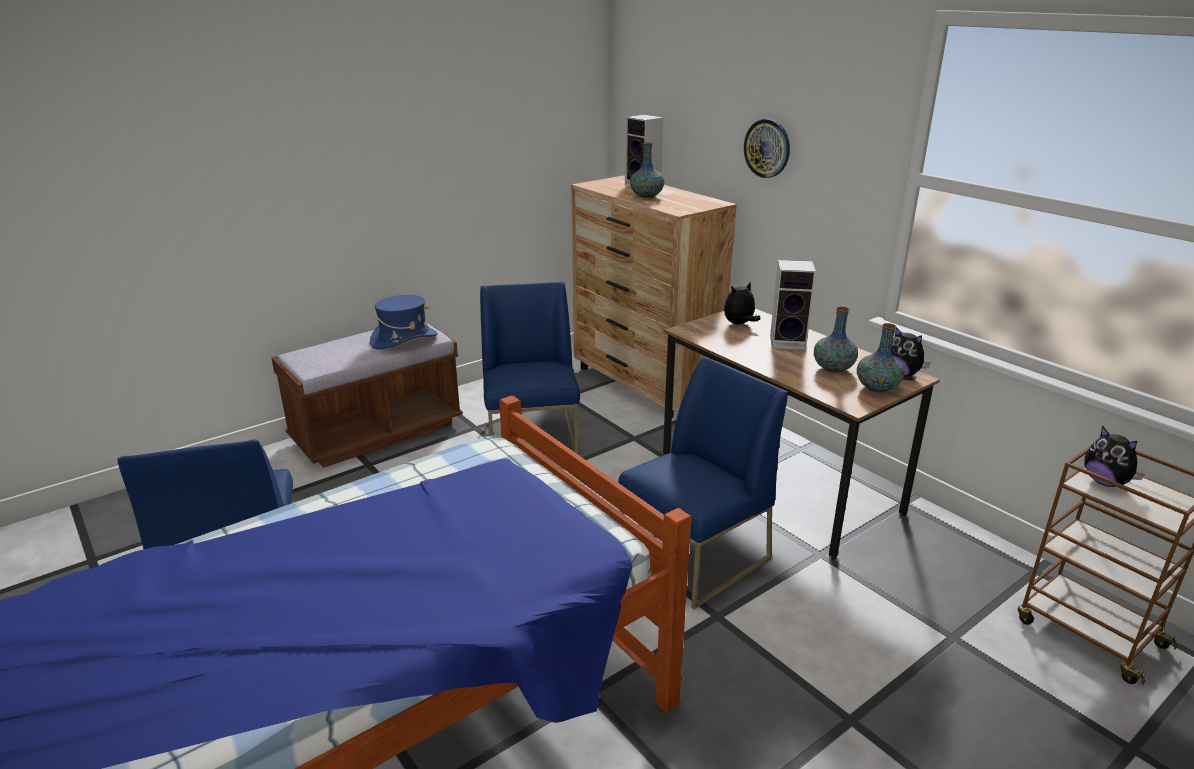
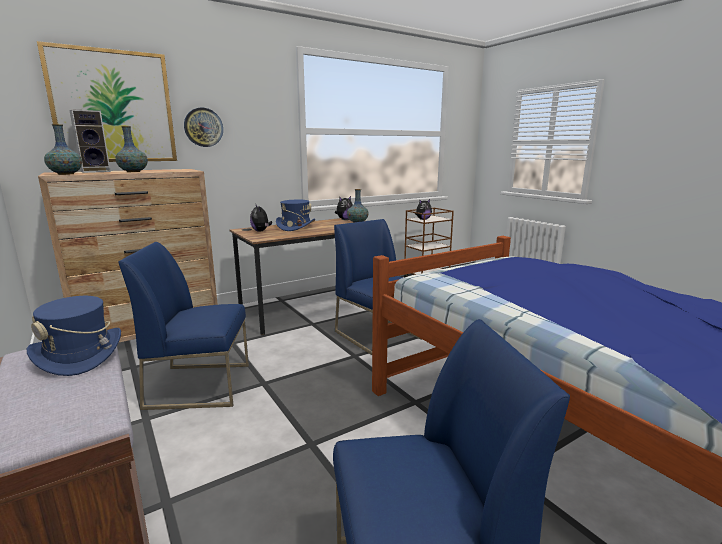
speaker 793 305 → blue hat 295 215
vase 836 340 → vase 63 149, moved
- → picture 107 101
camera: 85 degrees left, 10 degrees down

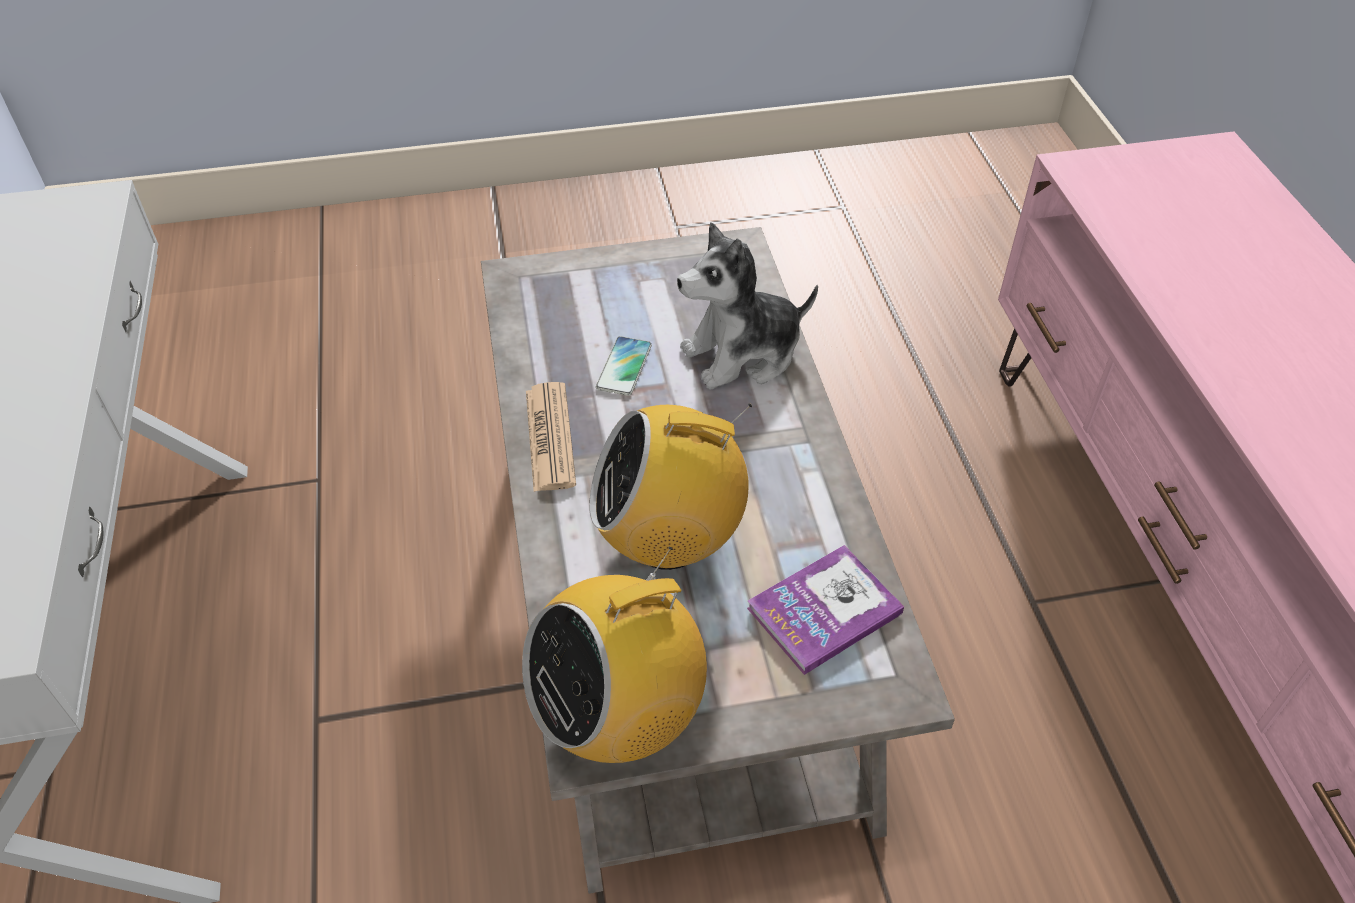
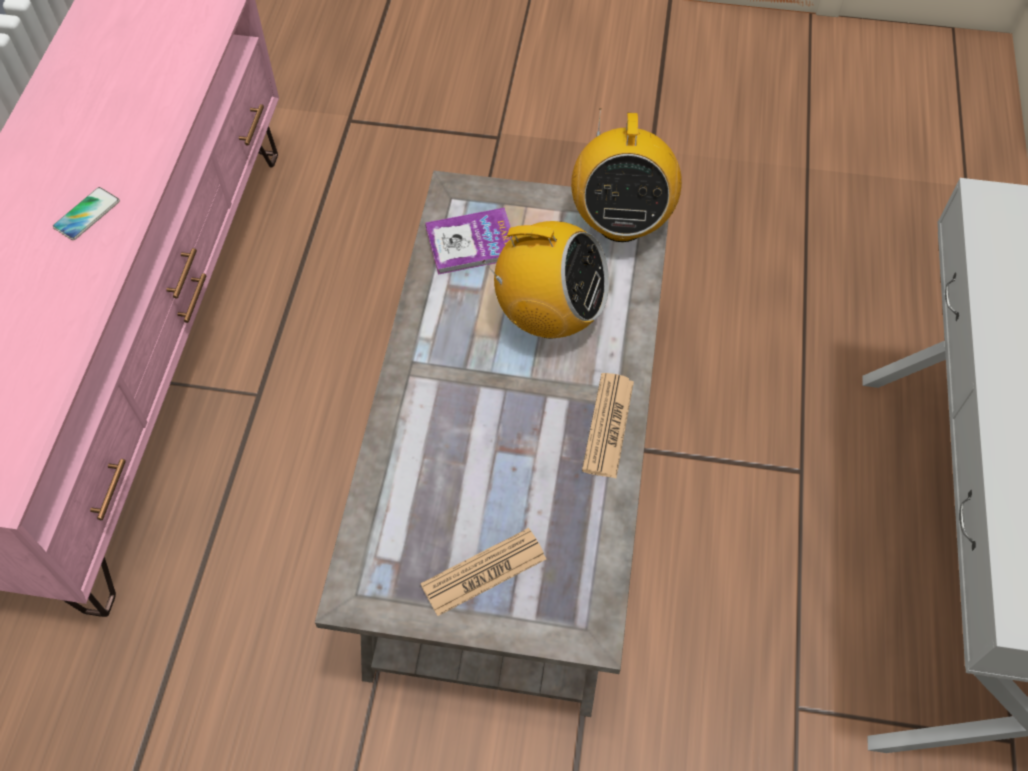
radio 614 655 → radio 626 175, 105 degrees clockwise
phone 624 366 → phone 86 213, moved
plush toy 747 306 → -
- → newspaper 483 572
camera: 160 degrees left, 10 degrees up

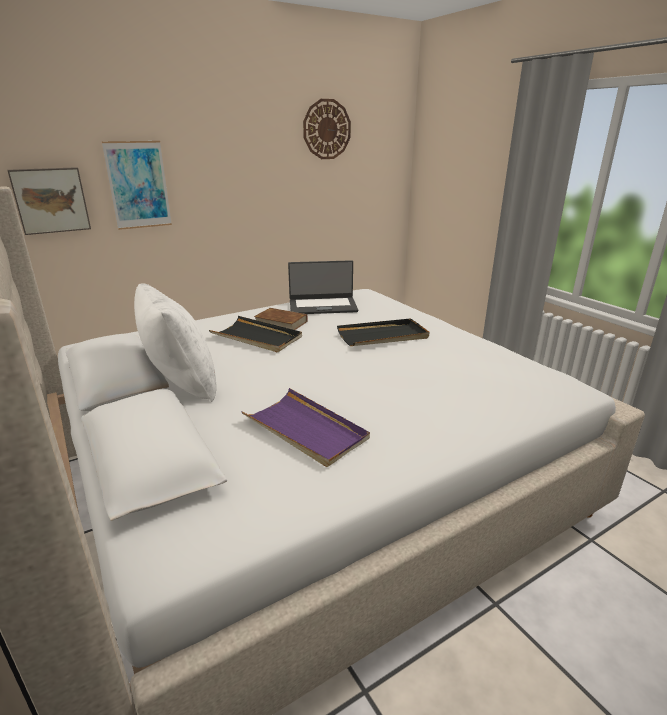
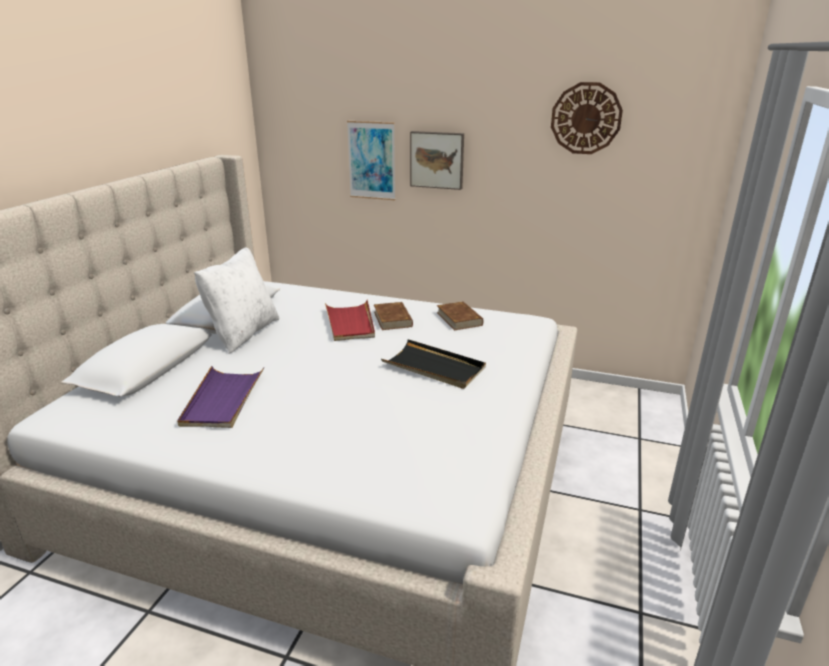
picture 49 201 → picture 437 160, moved
black tray 255 334 → red tray 350 320
laptop 323 287 → brown book 460 315
camera: 50 degrees right, 0 degrees up

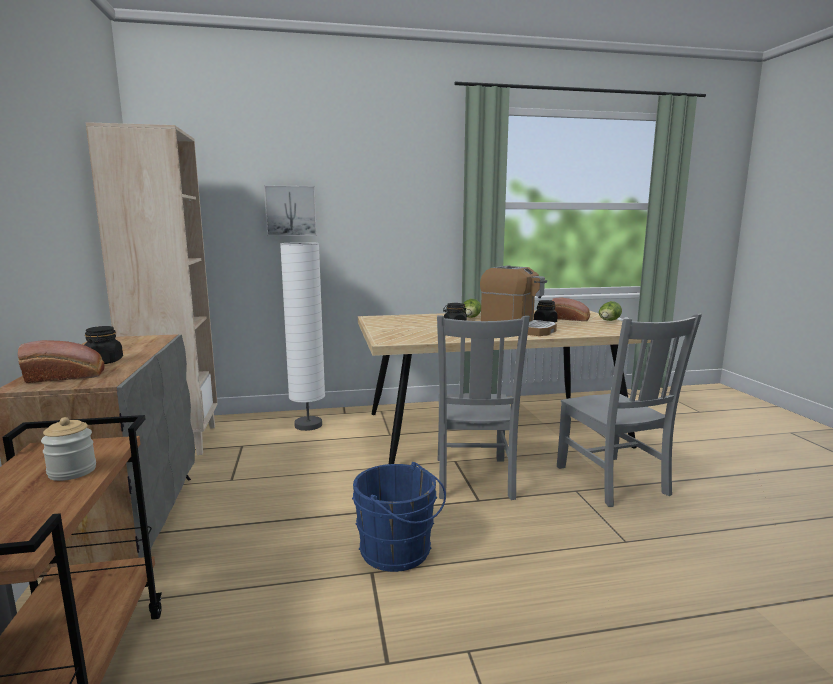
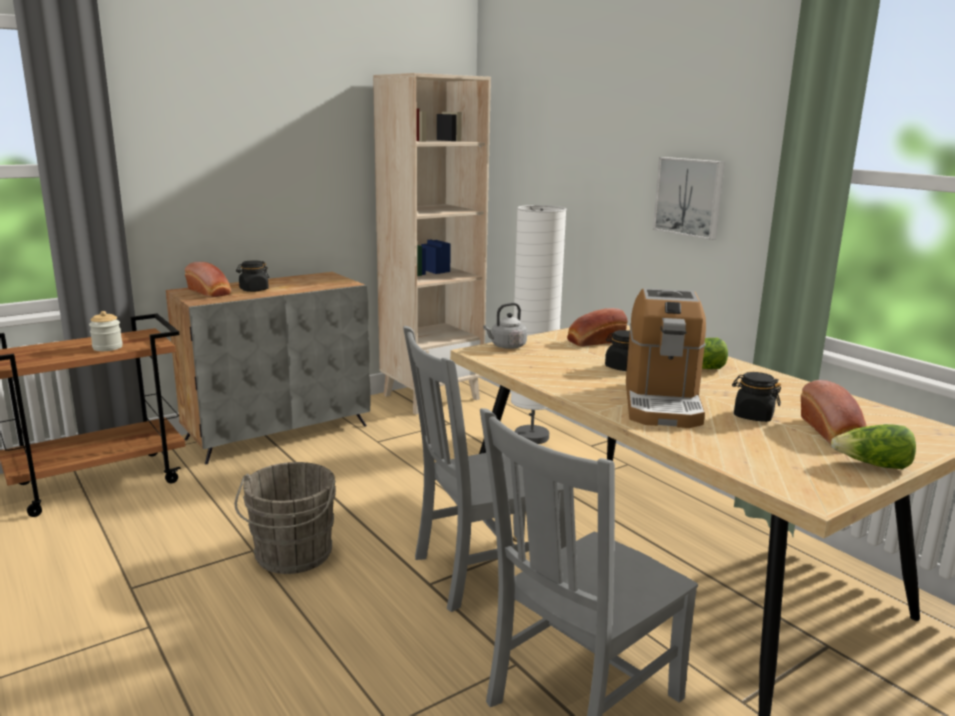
picture 290 210 → picture 689 198, moved
blue bucket 399 517 → grey bucket 285 518
- → grey kettle 505 326
- → bread 597 327
camera: 65 degrees right, 5 degrees up

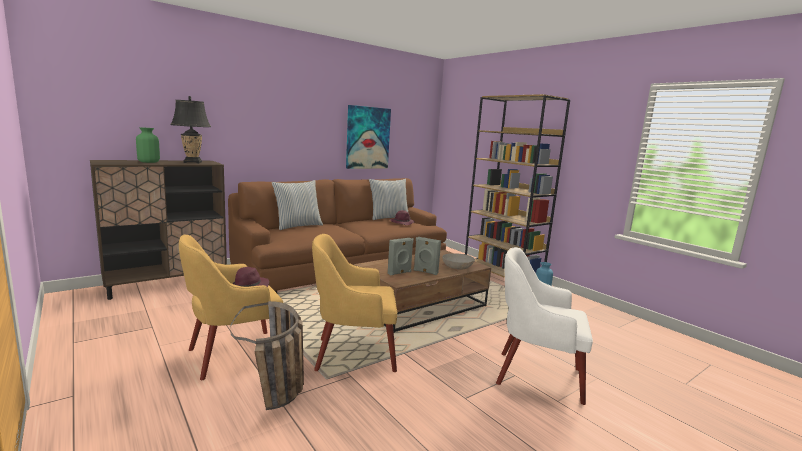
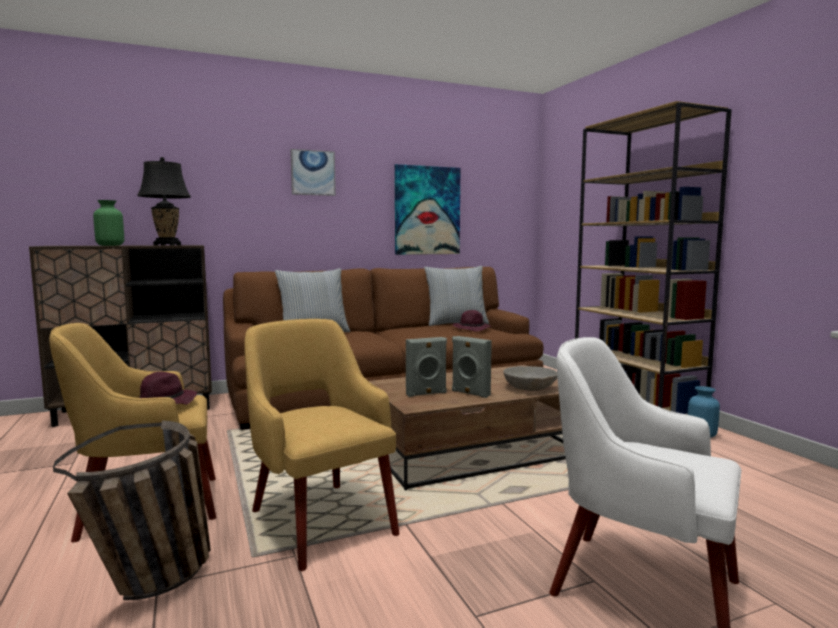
yellow armchair 354 303 → yellow armchair 322 445, 45 degrees clockwise
- → picture 313 172
camera: 15 degrees right, 5 degrees down

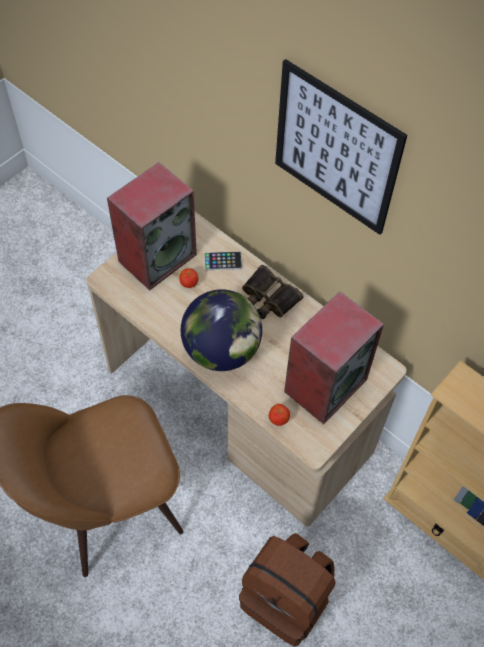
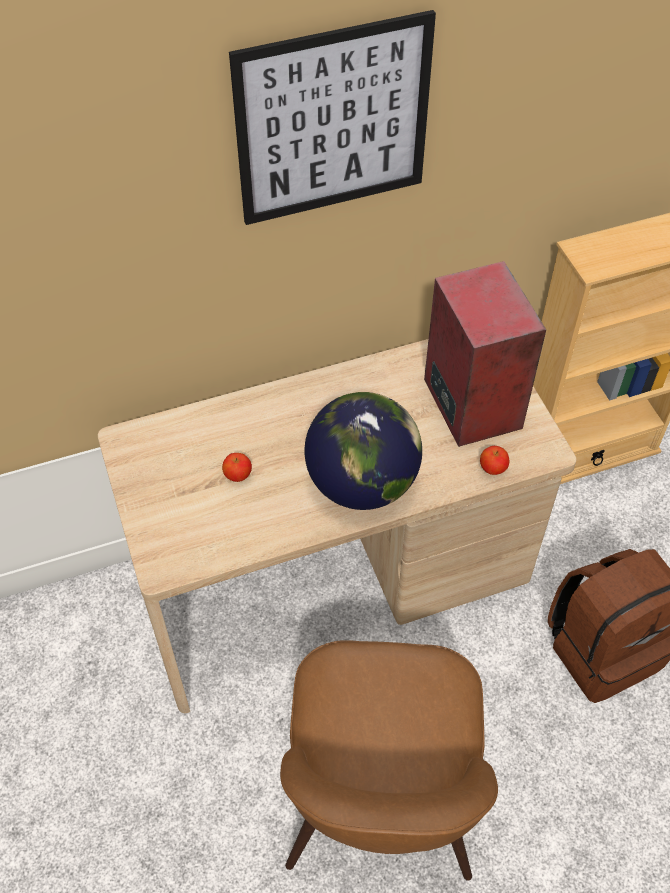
speaker 152 226 → -
phone 223 260 → -
binoculars 273 292 → -
camera: 60 degrees left, 5 degrees down

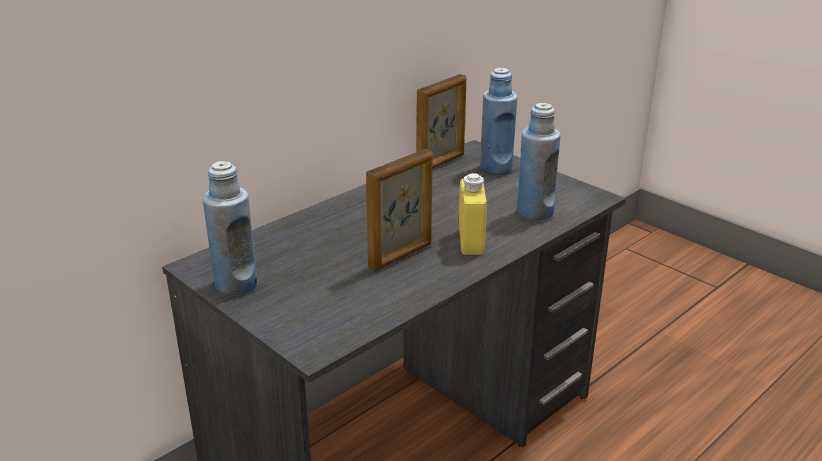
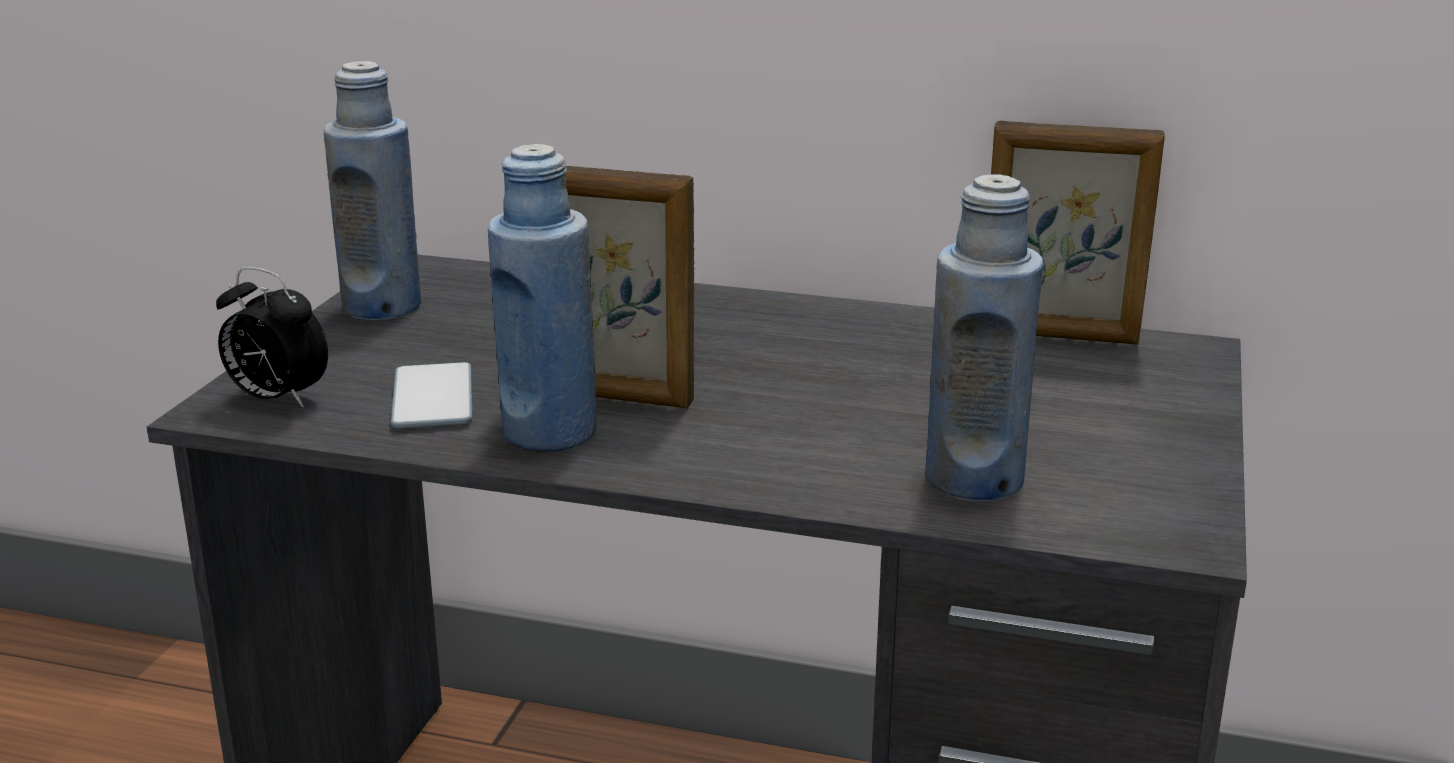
yellow bottle 473 214 → -
blue bottle 498 121 → blue bottle 542 298, moved
- → alarm clock 272 337
- → phone 431 395
camera: 60 degrees right, 5 degrees down

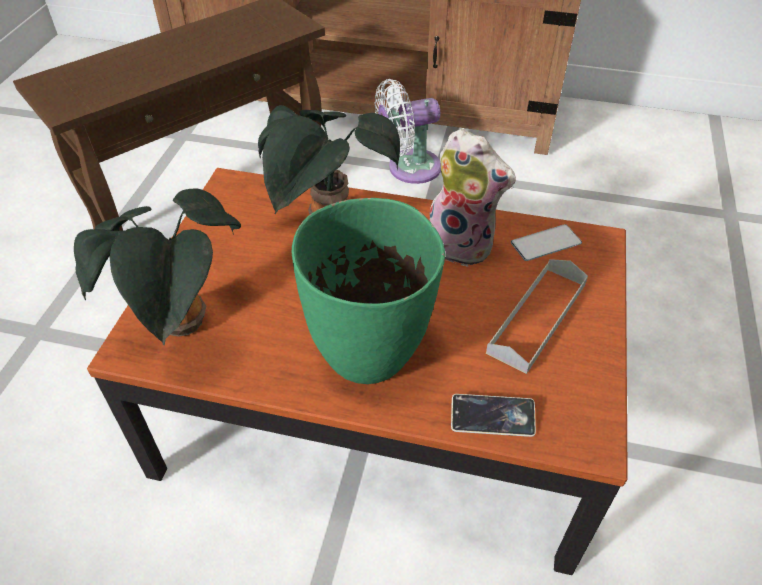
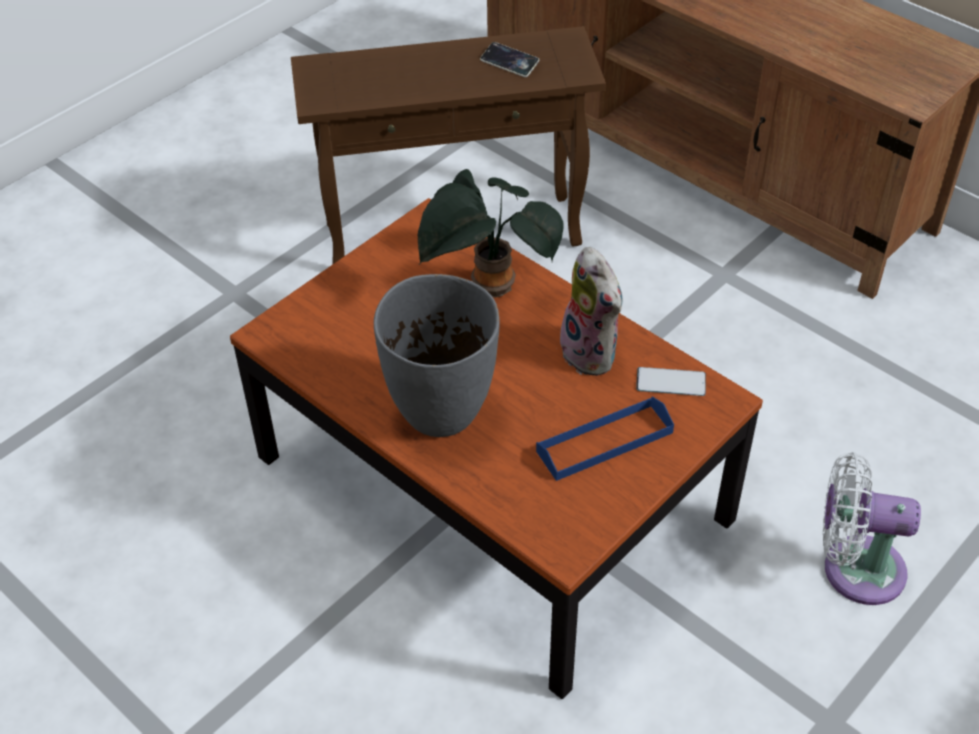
potted plant 157 266 → -
green vase 368 291 → grey vase 437 355
white fan 408 131 → white fan 872 528, moved
phone 493 415 → phone 510 59, moved
grey tray 537 316 → blue tray 605 438
camera: 30 degrees right, 0 degrees up

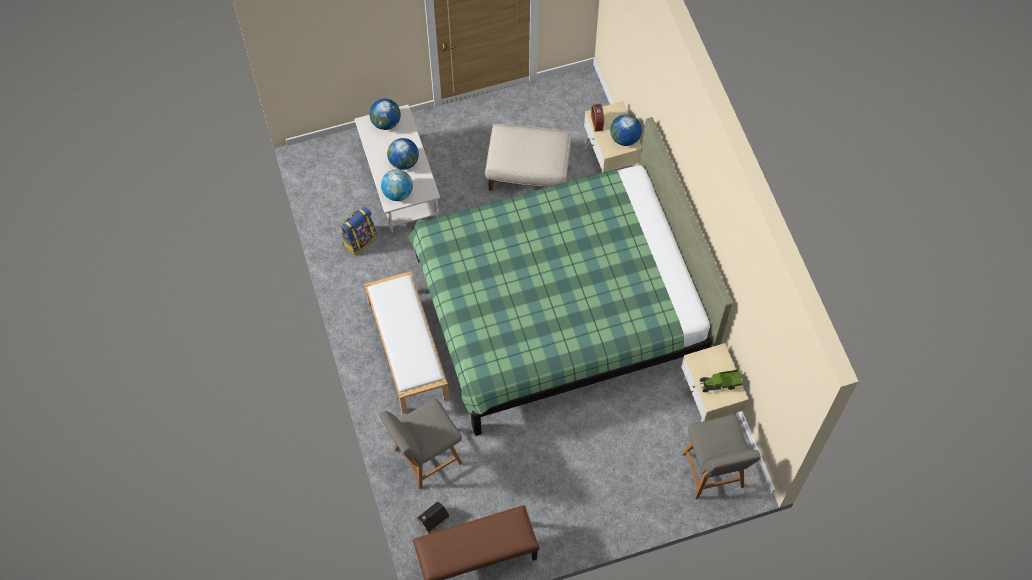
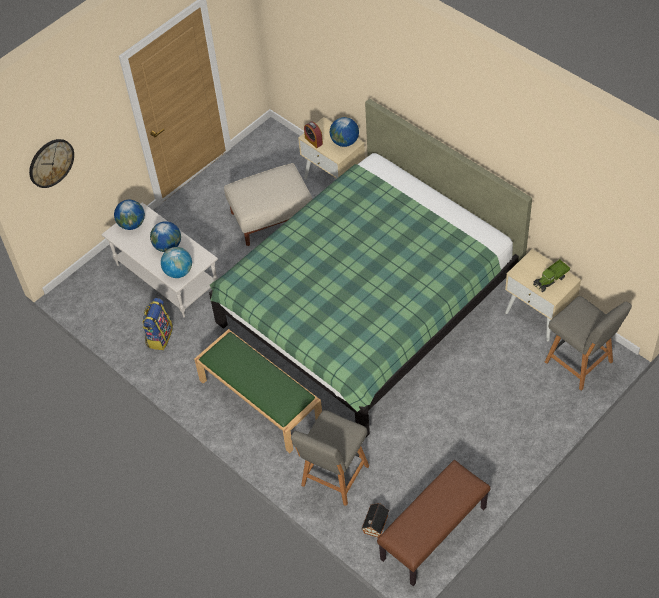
white bench 407 342 → green bench 258 391
- → wall clock 51 163
camera: 25 degrees left, 10 degrees down

